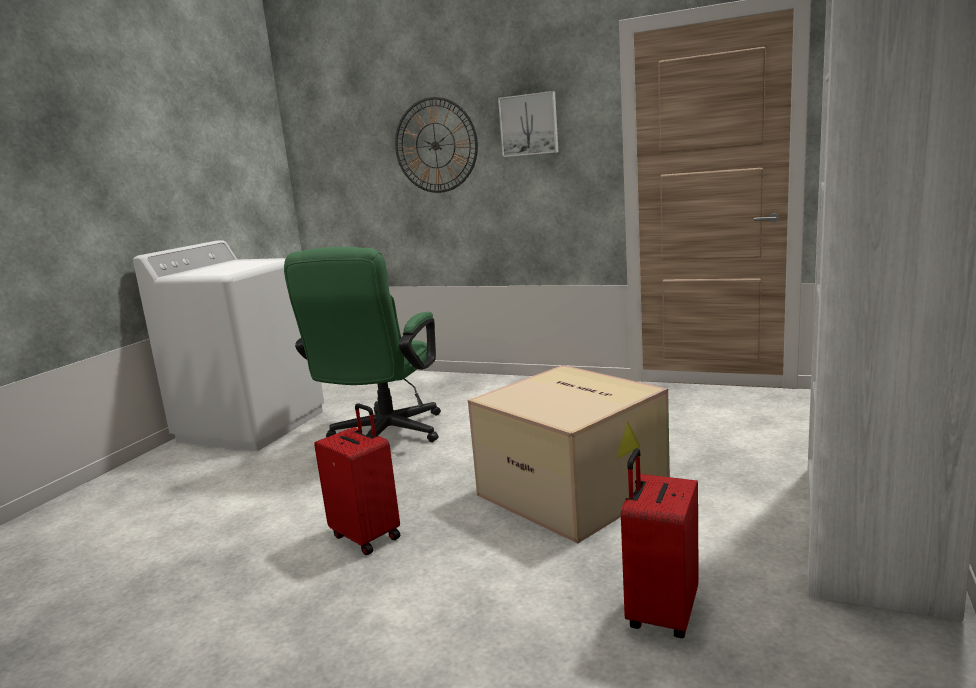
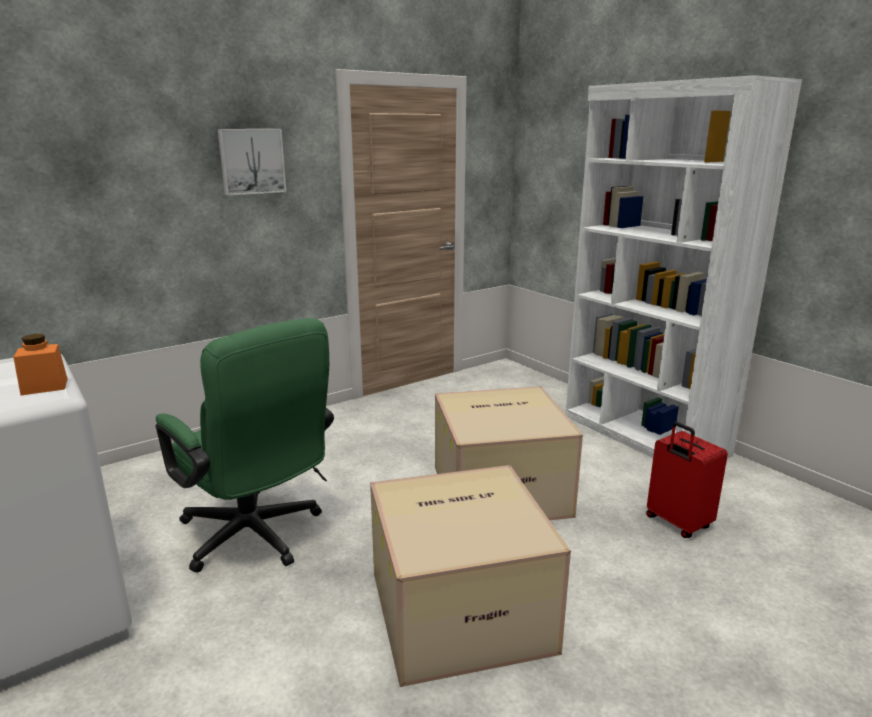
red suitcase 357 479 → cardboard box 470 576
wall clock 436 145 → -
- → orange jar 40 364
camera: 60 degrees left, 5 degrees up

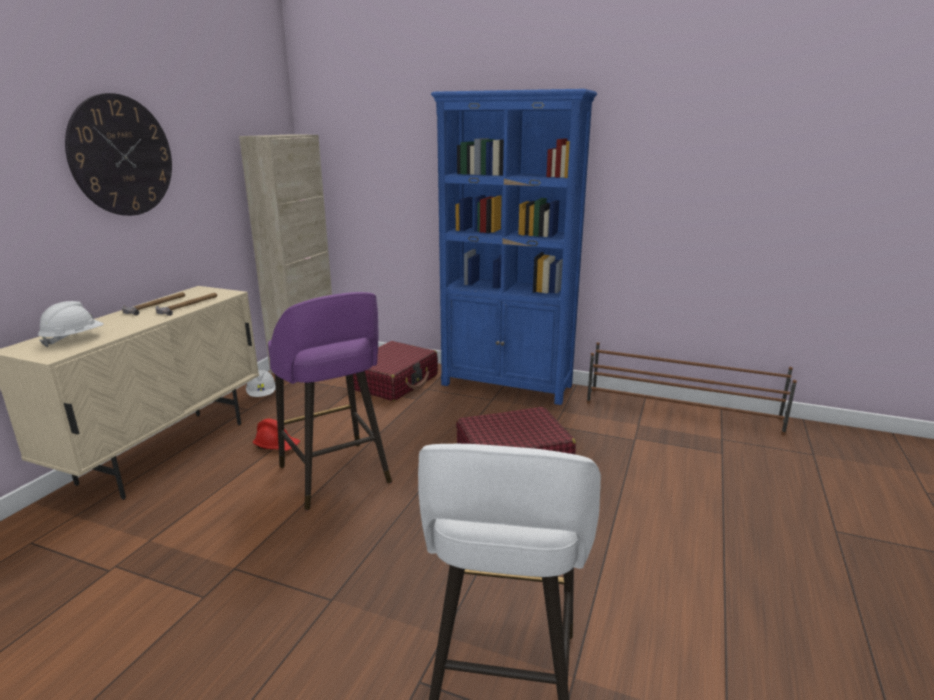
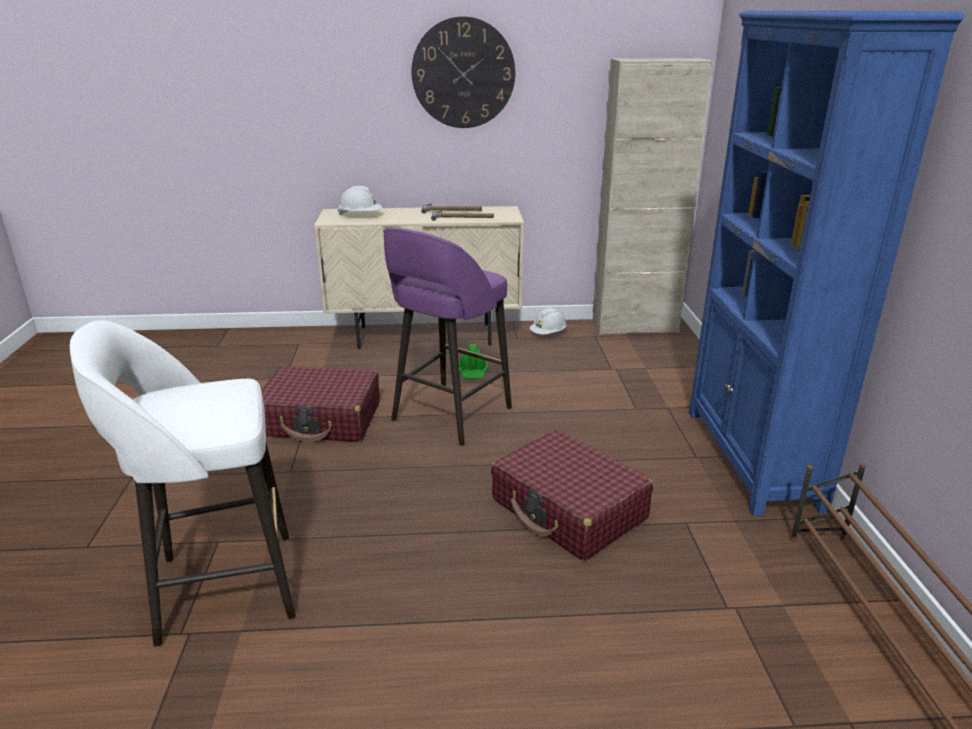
red hard hat 276 435 → green hard hat 473 361
red suitcase 392 371 → red suitcase 320 404, moved
camera: 65 degrees right, 5 degrees up

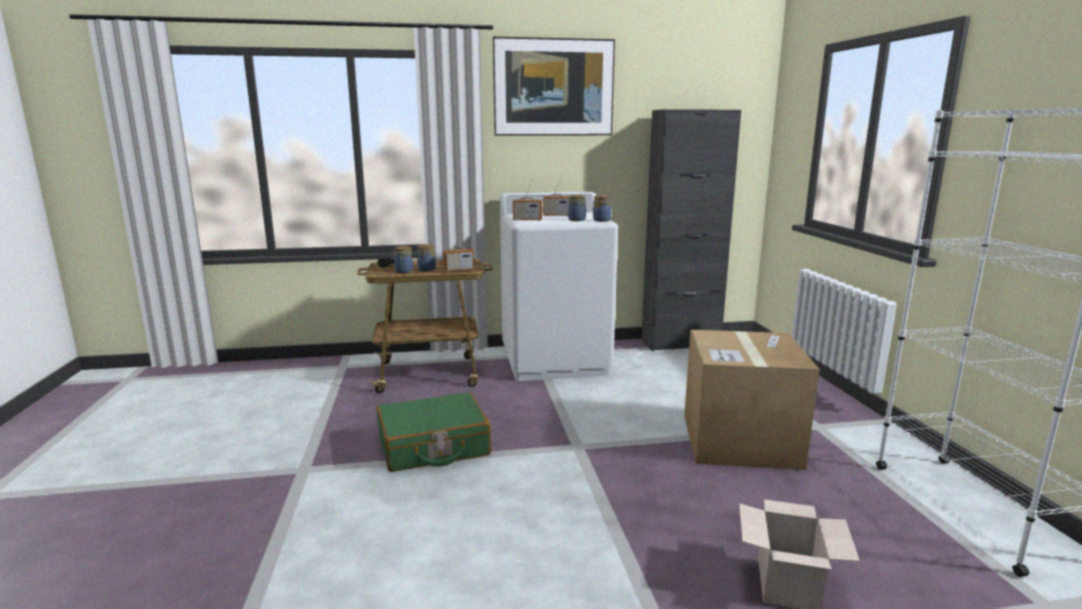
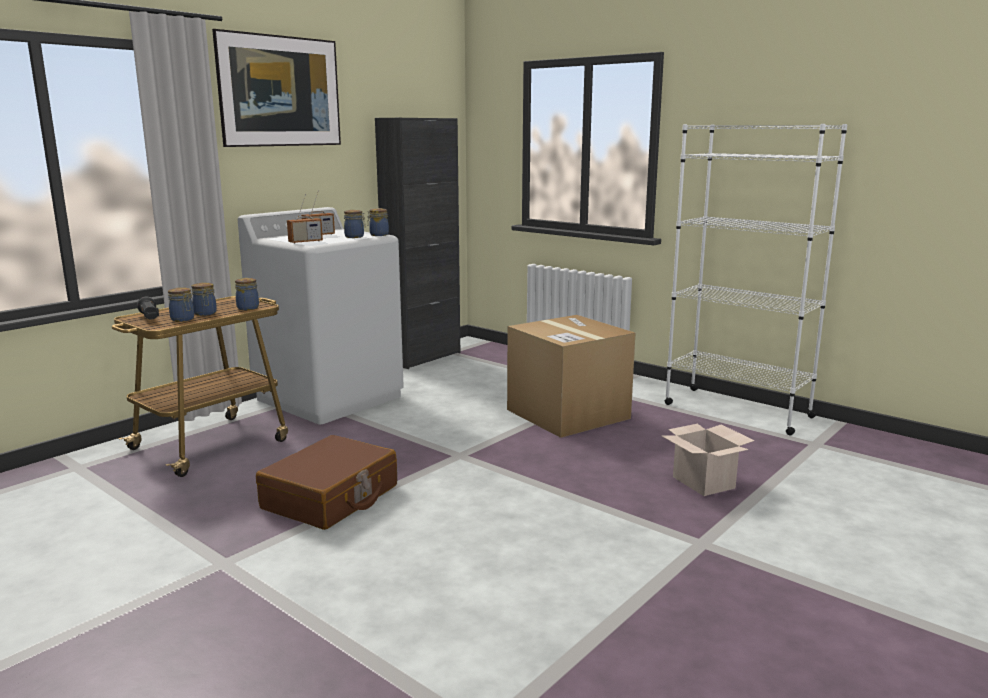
green suitcase 433 432 → brown suitcase 326 482
radio 458 249 → jar 247 294
camera: 40 degrees left, 0 degrees up

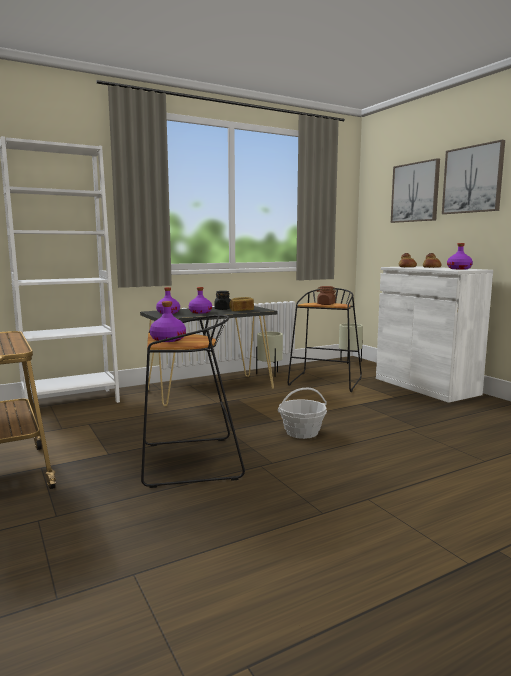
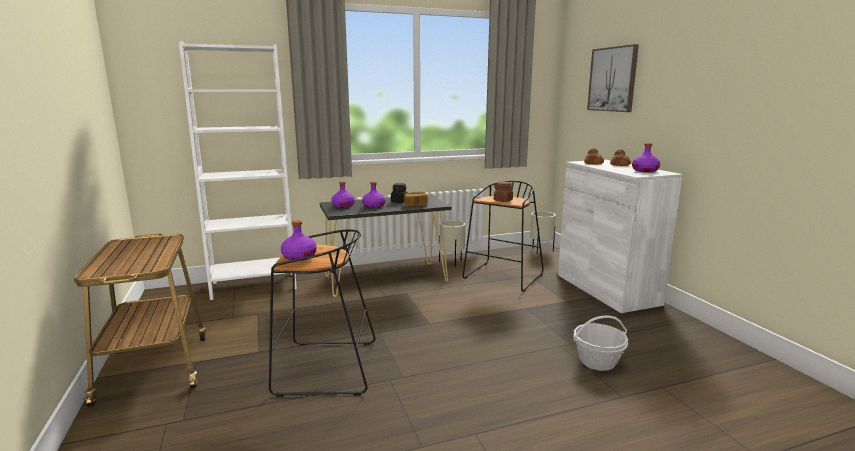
basket 302 413 → basket 601 343, moved
picture 473 177 → -
camera: 10 degrees right, 5 degrees up

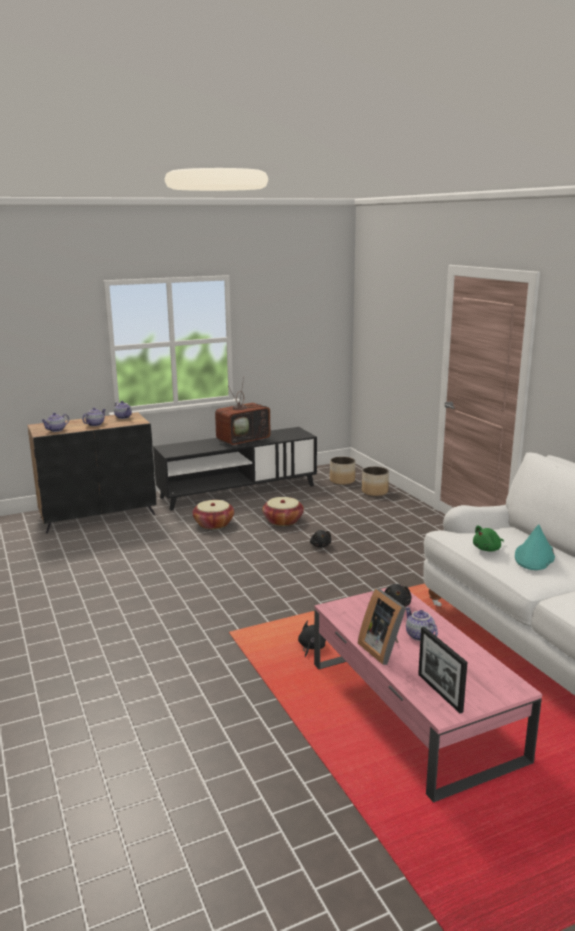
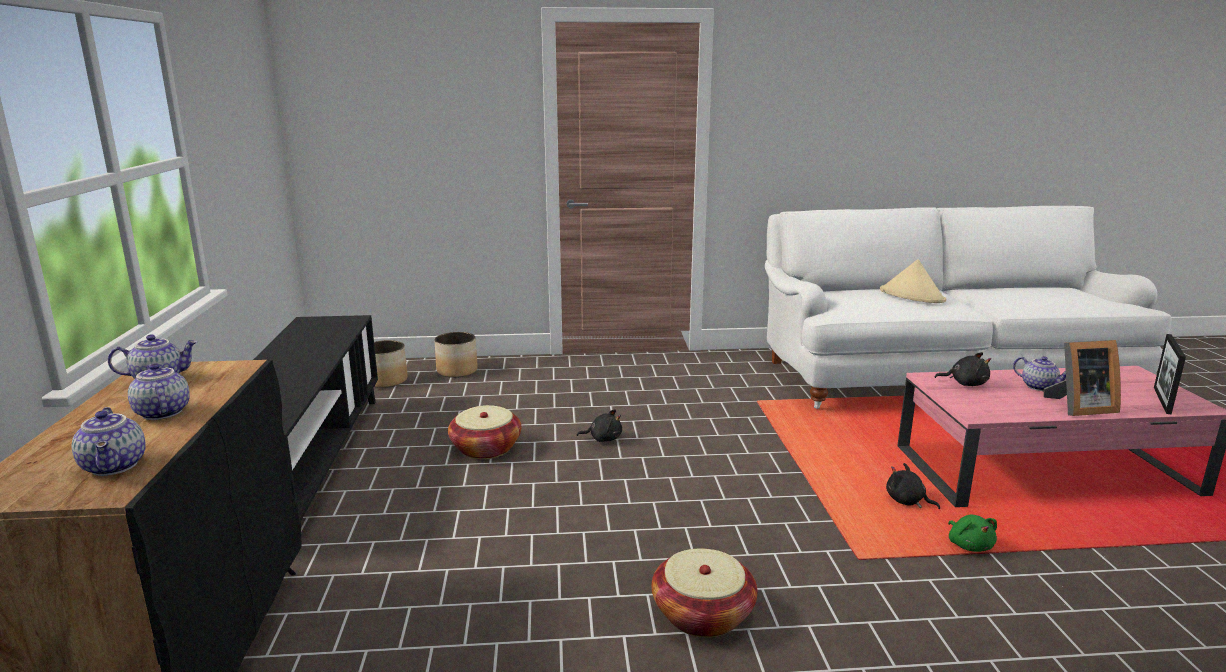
basket 213 514 → basket 704 593, moved
television 243 413 → -
teapot 422 624 → teapot 1039 373, 120 degrees counterclockwise
picture frame 442 670 → picture frame 1170 374, 120 degrees clockwise
green plush toy 488 538 → green plush toy 972 533, moved
turquoise hat 535 547 → beige hat 913 281
camera: 70 degrees left, 0 degrees up

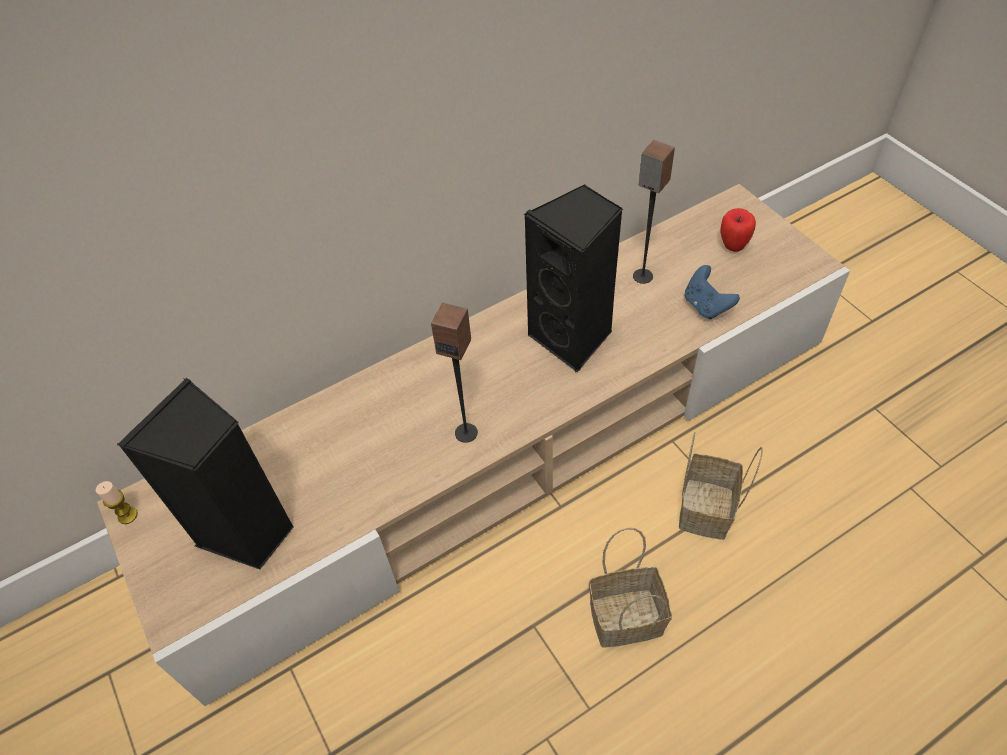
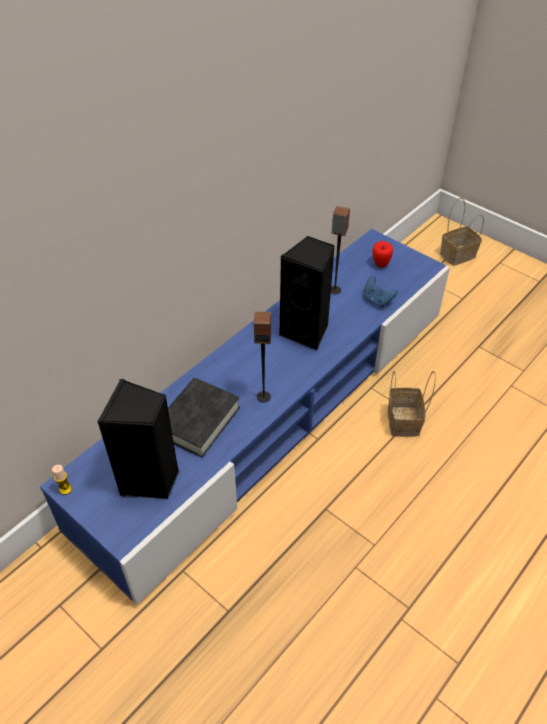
beige tv stand 473 445 → blue tv stand 245 417
basket 630 588 → basket 462 232, moved
- → black book 204 418
camera: 20 degrees left, 5 degrees down

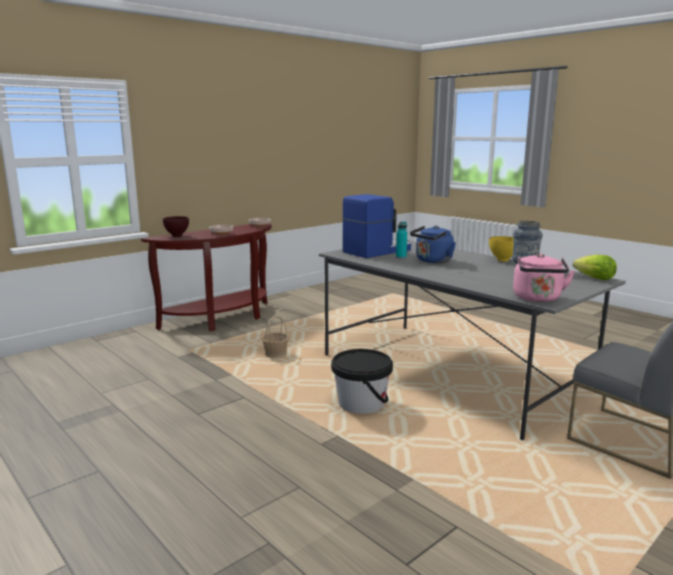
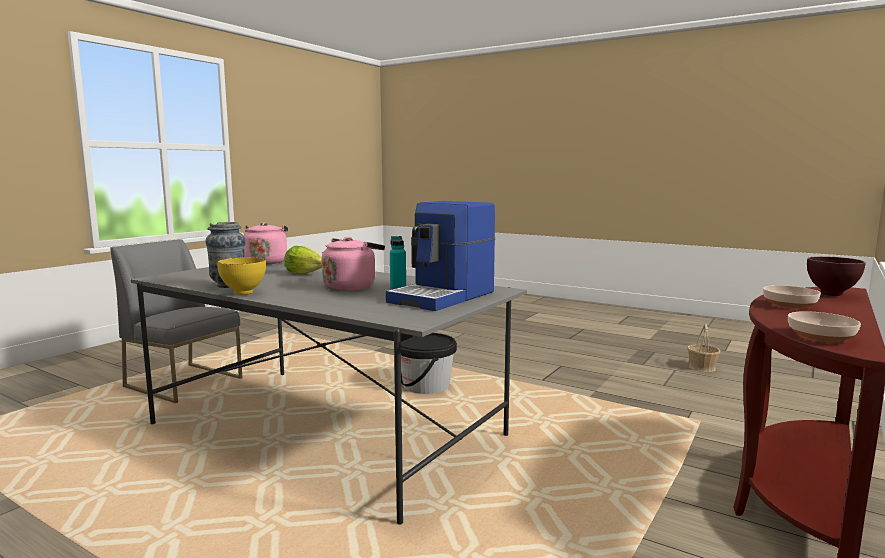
basket 275 336 → basket 704 348, moved
blue kettle 433 244 → pink kettle 353 264
lettuce 595 267 → lettuce 303 260, moved
camera: 165 degrees right, 5 degrees down

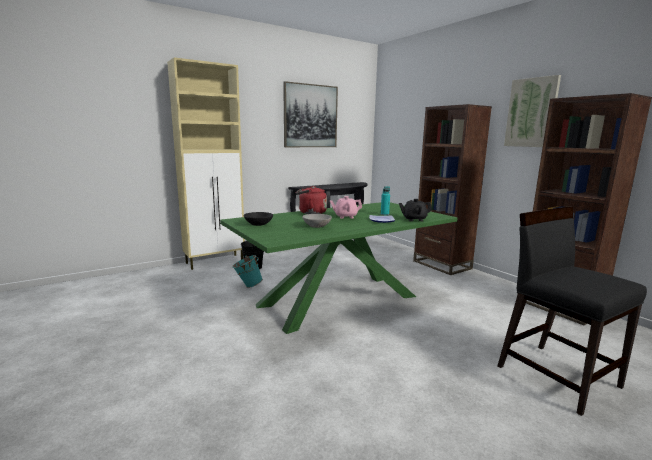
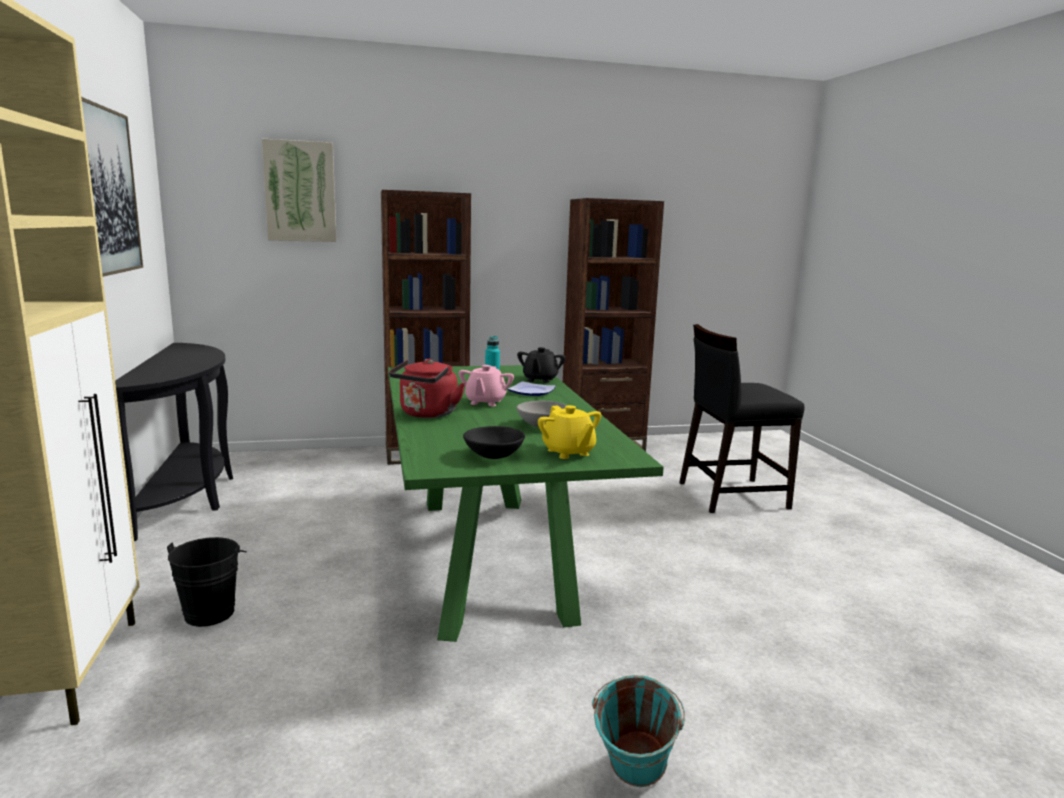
turquoise bucket 247 271 → turquoise bucket 638 731, moved
picture 532 111 → picture 299 190, moved
- → yellow teapot 569 432
camera: 70 degrees left, 0 degrees up

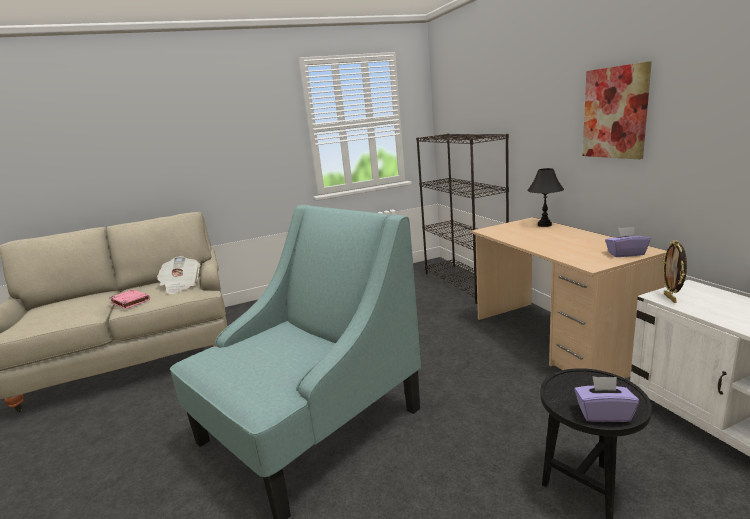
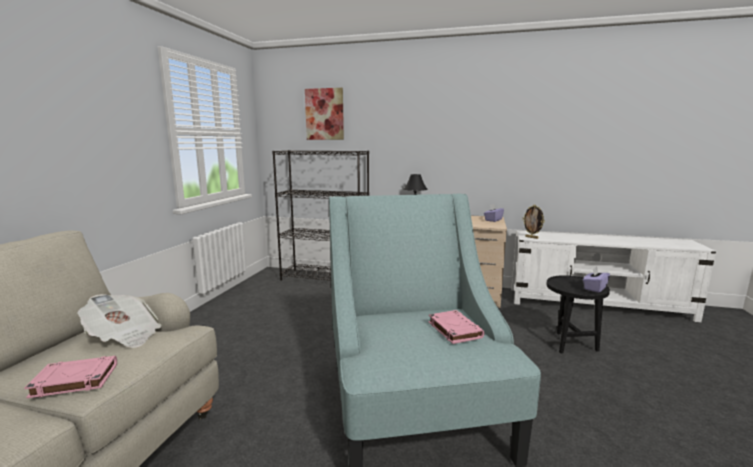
picture 617 110 → picture 324 114, moved
- → pink book 457 327
camera: 55 degrees left, 5 degrees down

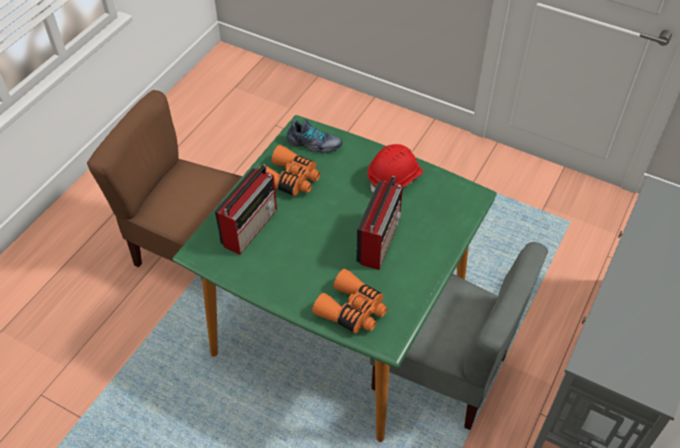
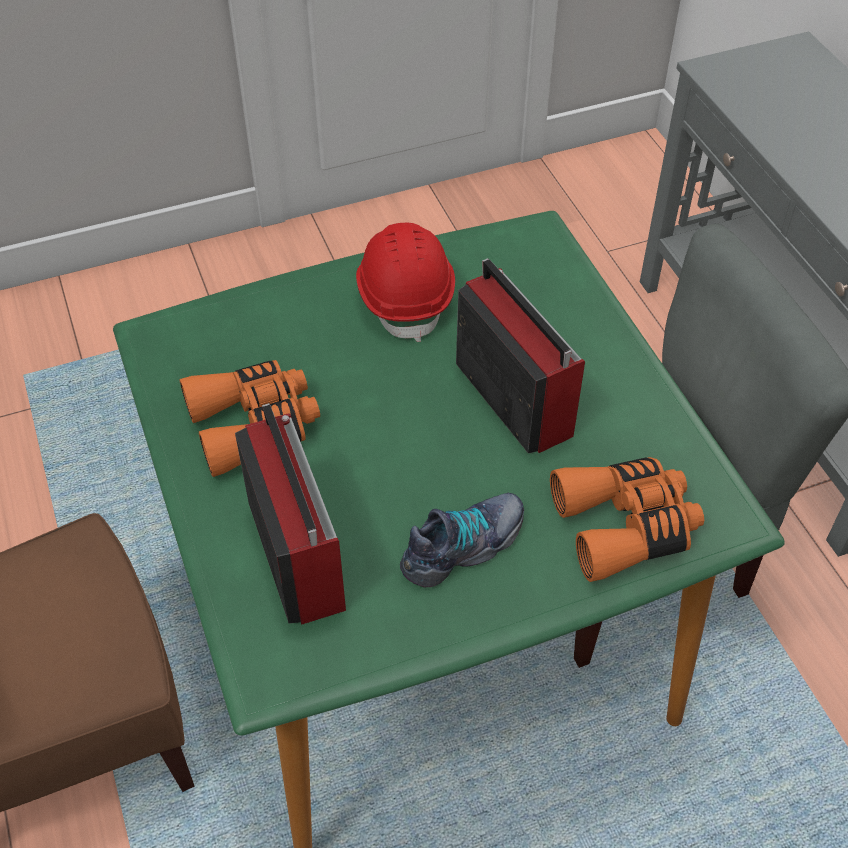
shoe 314 136 → shoe 462 540, moved
camera: 50 degrees left, 0 degrees up

